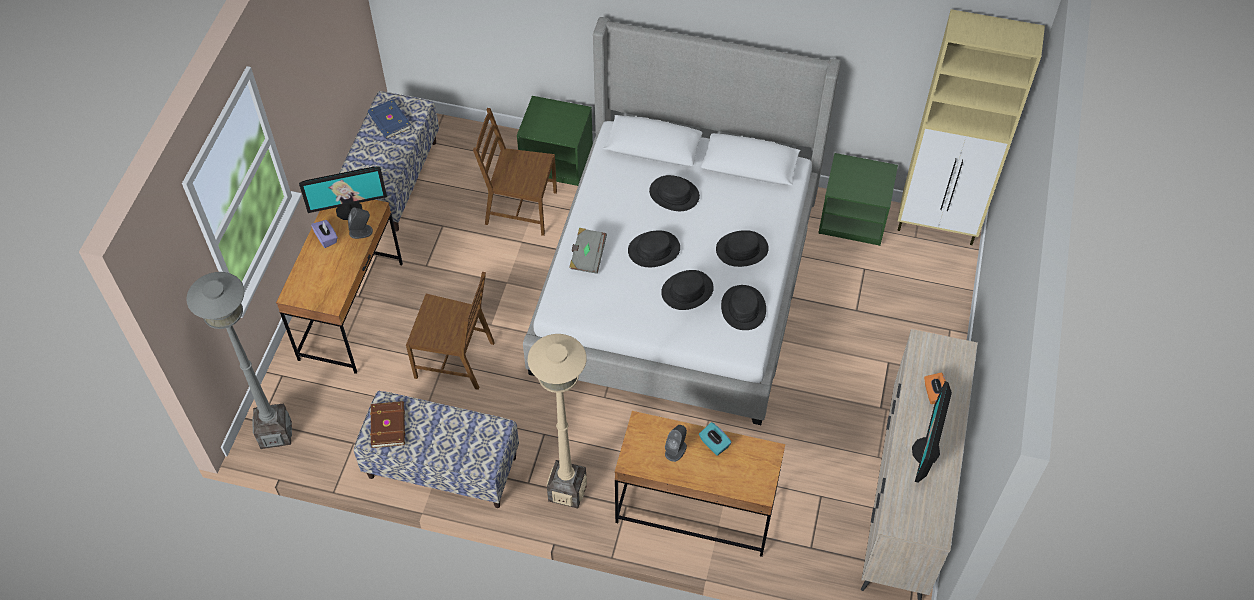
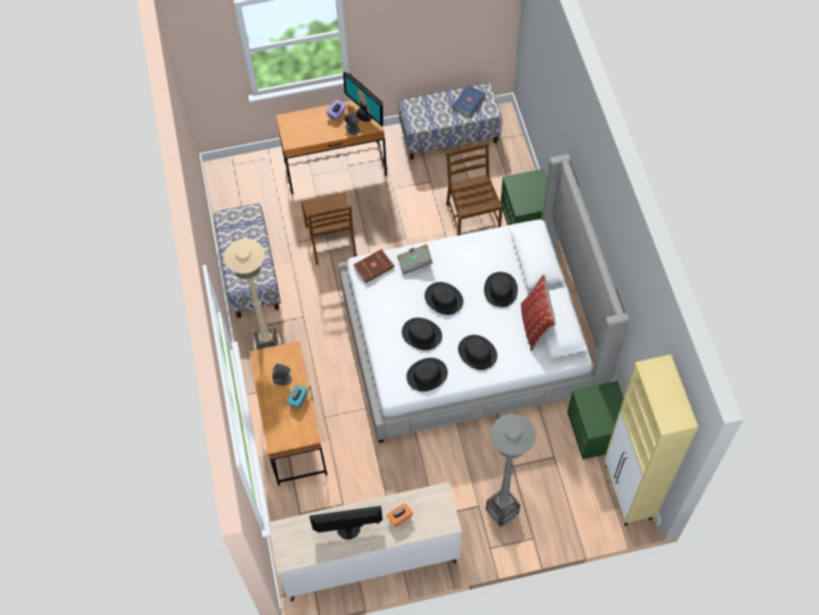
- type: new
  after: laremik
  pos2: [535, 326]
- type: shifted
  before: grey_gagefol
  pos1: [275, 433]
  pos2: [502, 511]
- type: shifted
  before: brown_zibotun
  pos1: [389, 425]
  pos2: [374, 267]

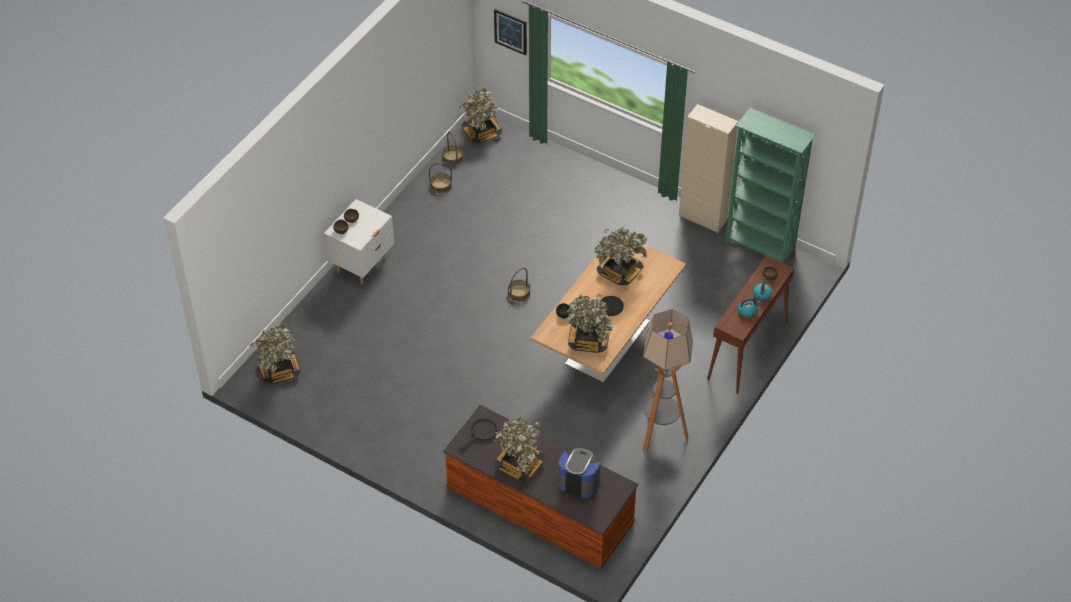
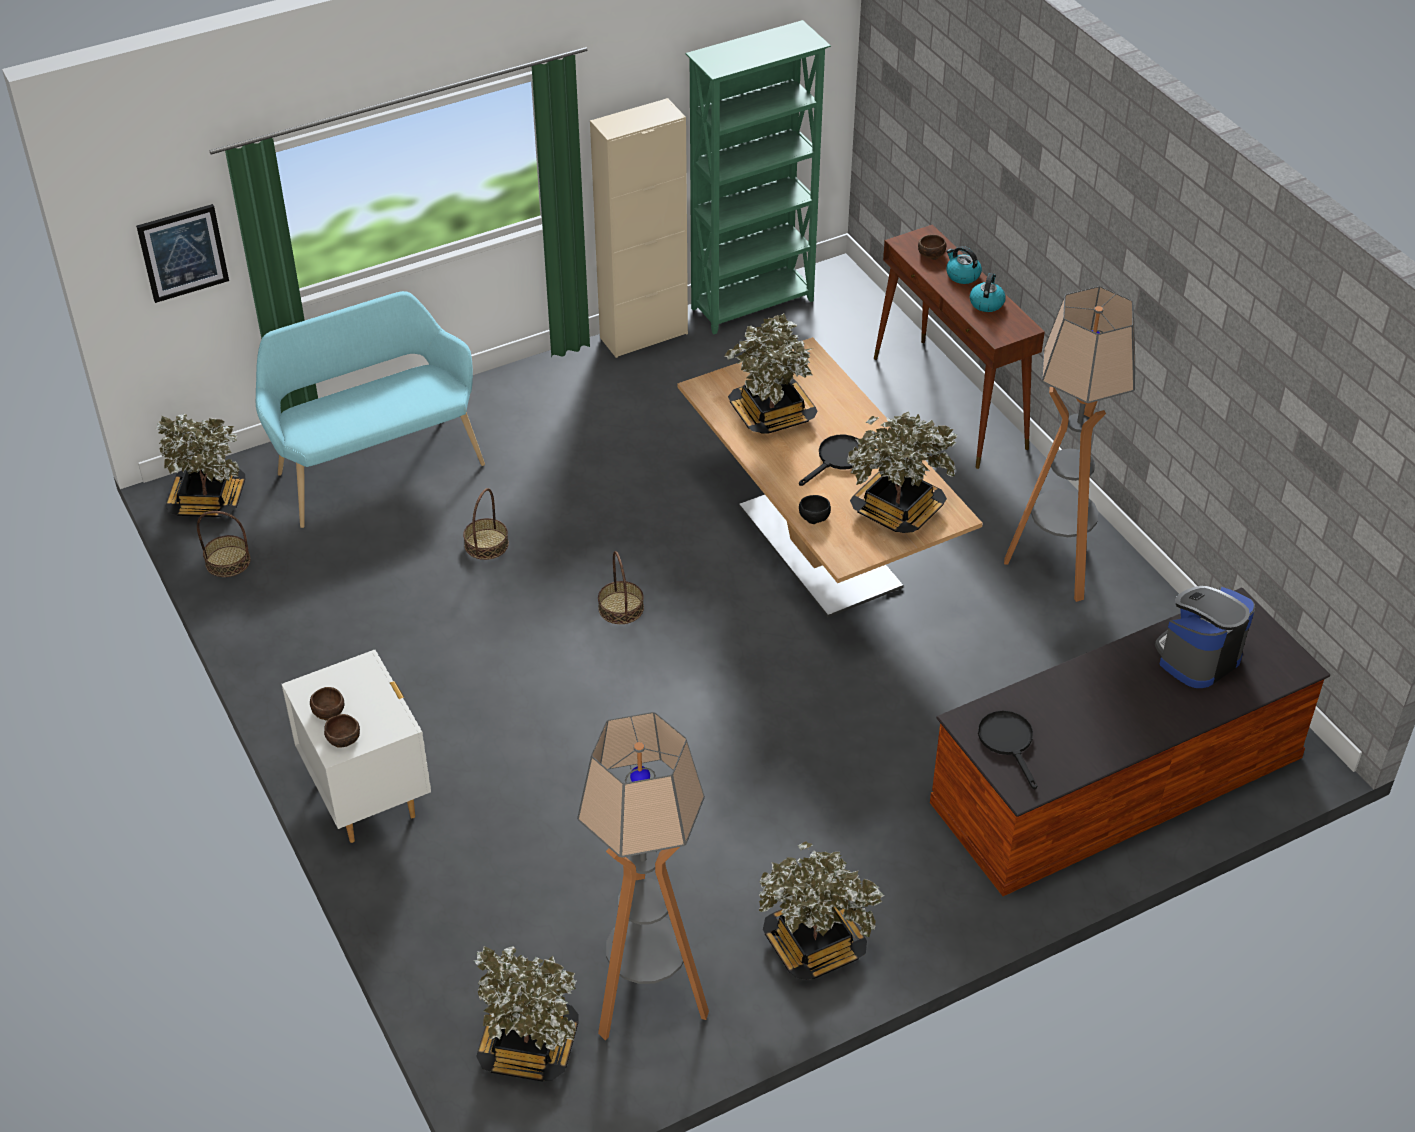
- type: new
  after: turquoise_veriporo
  pos2: [375, 465]
- type: new
  after: gagefol
  pos2: [648, 1000]
- type: shifted
  before: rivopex
  pos1: [441, 185]
  pos2: [486, 544]
- type: shifted
  before: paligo
  pos1: [519, 464]
  pos2: [814, 944]

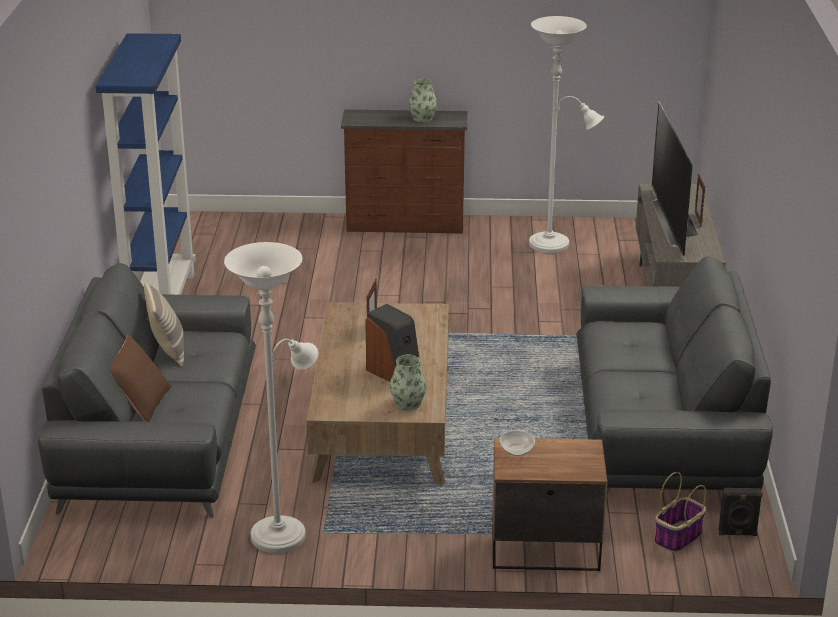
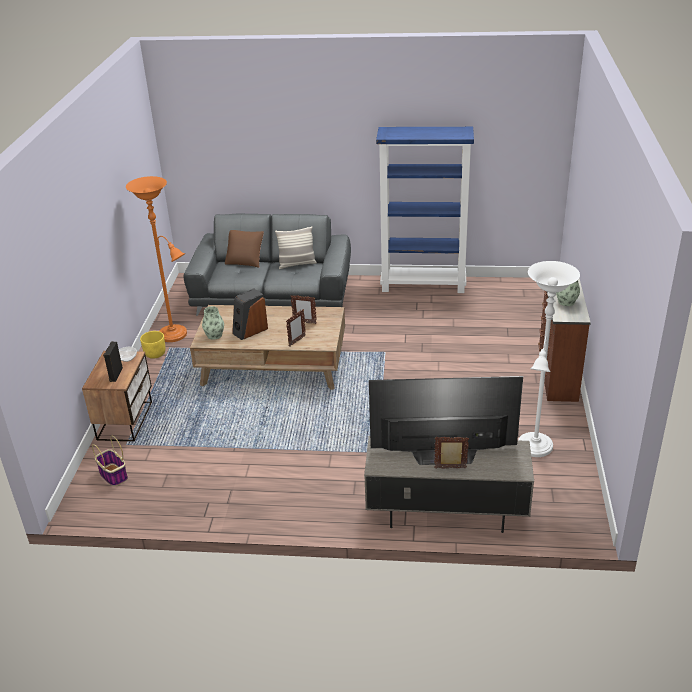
- type: gone
  before: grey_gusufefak
  pos1: [662, 428]
- type: new
  after: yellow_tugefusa
  pos2: [155, 354]
- type: new
  after: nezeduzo
  pos2: [297, 341]
- type: shifted
  before: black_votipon
  pos1: [737, 533]
  pos2: [115, 375]
- type: repainted
  before: white_gagefol
  after: orange_gagefol
  pos1: [282, 532]
  pos2: [175, 335]

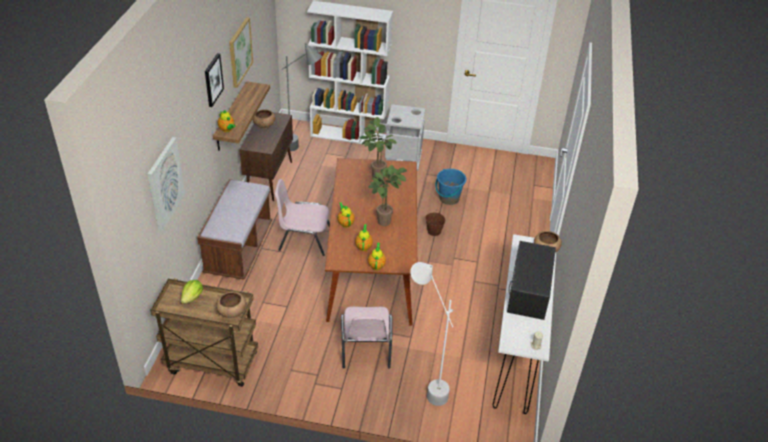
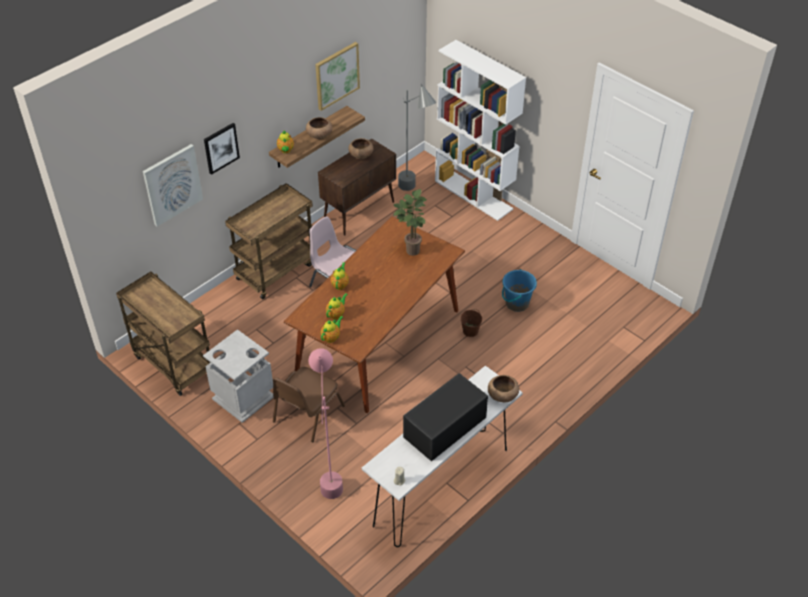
- type: gone
  before: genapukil
  pos1: [193, 297]
- type: gone
  before: paligo
  pos1: [384, 220]
- type: shifted
  before: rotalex
  pos1: [213, 80]
  pos2: [221, 148]
- type: shifted
  before: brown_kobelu
  pos1: [231, 312]
  pos2: [319, 135]
- type: shifted
  before: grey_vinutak
  pos1: [403, 158]
  pos2: [244, 397]
- type: swapped
  before: brown_veriporo
  after: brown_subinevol
  pos1: [238, 249]
  pos2: [276, 270]
- type: repainted
  before: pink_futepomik
  after: brown_futepomik
  pos1: [365, 349]
  pos2: [307, 414]
- type: repainted
  before: white_gagefol
  after: pink_gagefol
  pos1: [425, 385]
  pos2: [330, 473]

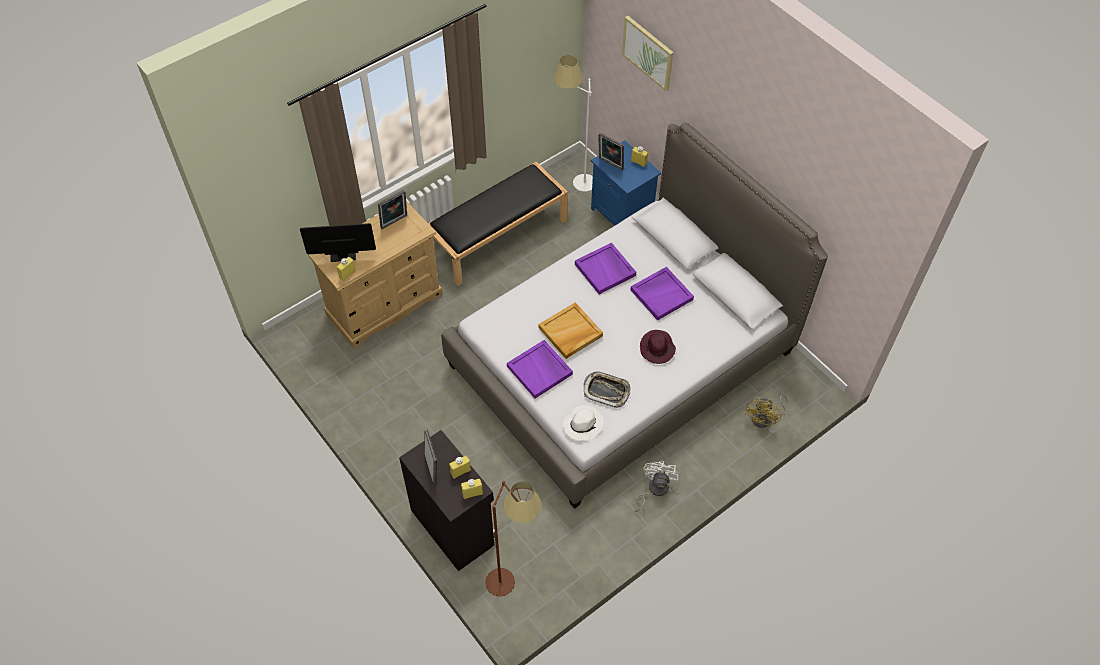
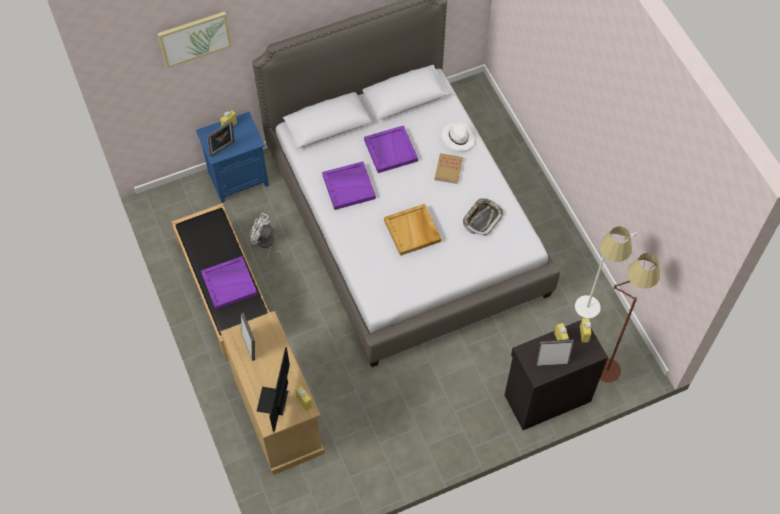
- type: gone
  before: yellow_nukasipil
  pos1: [765, 418]
- type: shifted
  before: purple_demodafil
  pos1: [540, 370]
  pos2: [229, 283]
- type: shifted
  before: white_gagefol
  pos1: [574, 185]
  pos2: [589, 317]
- type: shifted
  before: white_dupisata
  pos1: [583, 424]
  pos2: [457, 137]
- type: shifted
  before: white_nukasipil
  pos1: [654, 490]
  pos2: [266, 245]
- type: swapped
  before: purple_dupisata
  after: zibotun
  pos1: [657, 349]
  pos2: [448, 169]

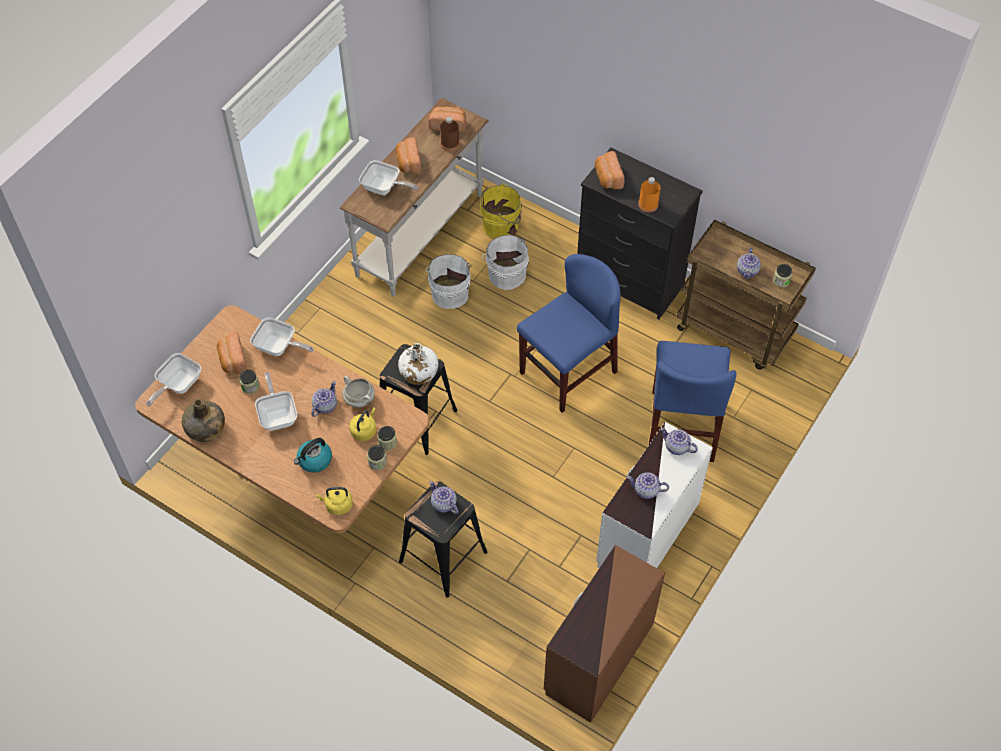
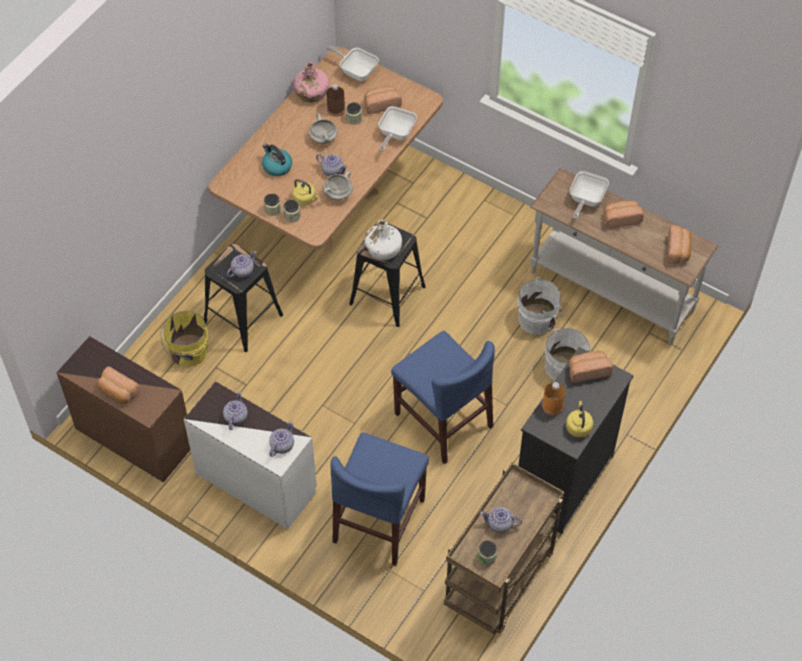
- type: new
  after: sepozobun
  pos2: [118, 392]
- type: shifted
  before: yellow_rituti
  pos1: [337, 505]
  pos2: [578, 426]
- type: shifted
  before: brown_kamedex
  pos1: [450, 144]
  pos2: [336, 109]
- type: shifted
  before: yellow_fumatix
  pos1: [502, 225]
  pos2: [188, 352]
- type: swapped
  before: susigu
  after: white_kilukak
  pos1: [278, 415]
  pos2: [324, 139]
- type: repainted
  before: green_kamedex
  after: pink_kamedex
  pos1: [205, 429]
  pos2: [311, 93]
- type: rotated
  before: blue_futepomik
  pos1: [682, 425]
  pos2: [379, 520]
  turn: -75

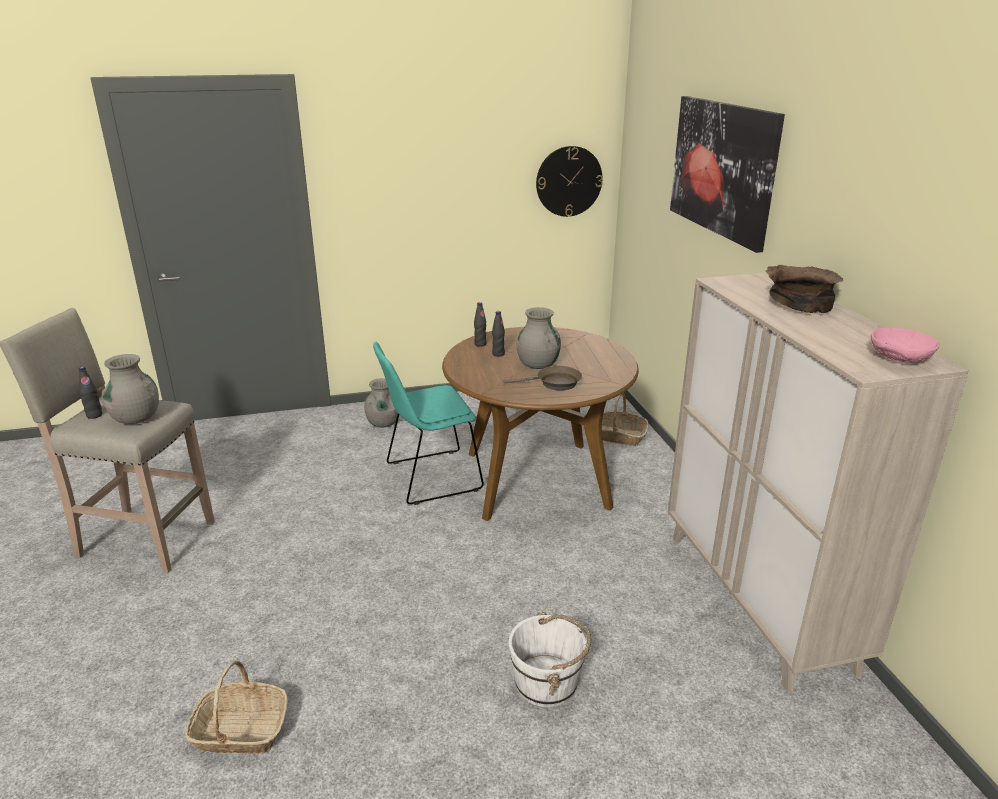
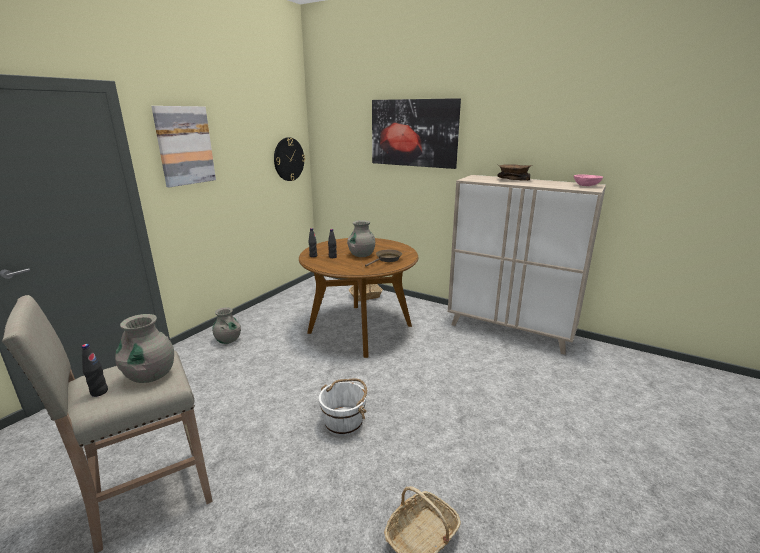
- type: gone
  before: turquoise_futepomik
  pos1: [429, 477]
- type: new
  after: rotalex
  pos2: [184, 146]
- type: shifted
  before: white_fumatix
  pos1: [547, 683]
  pos2: [344, 422]

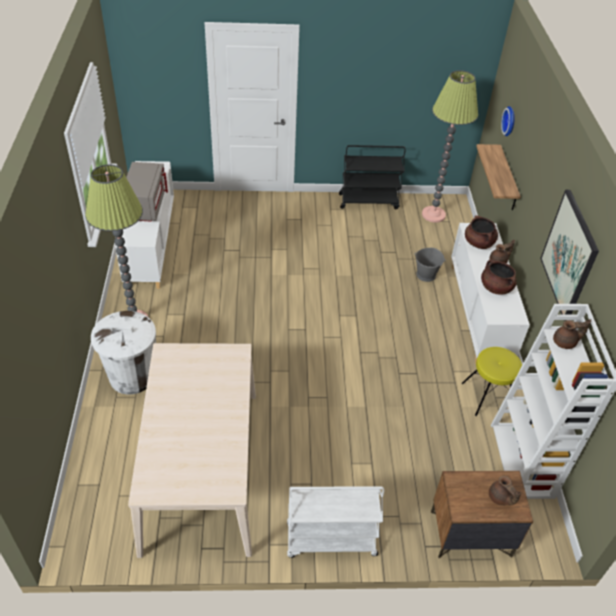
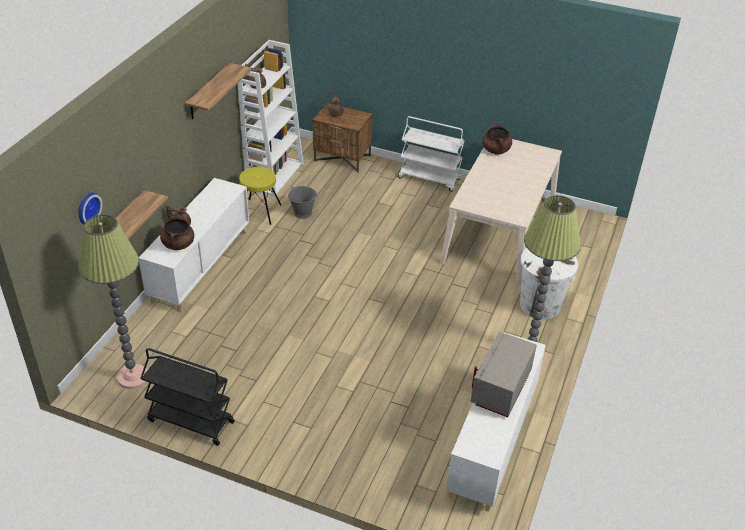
- type: shifted
  before: grey_fumatix
  pos1: [426, 275]
  pos2: [302, 212]
- type: shifted
  before: brown_kilukak
  pos1: [495, 287]
  pos2: [496, 150]
- type: swapped
  before: rotalex
  after: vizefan
  pos1: [569, 255]
  pos2: [209, 92]

